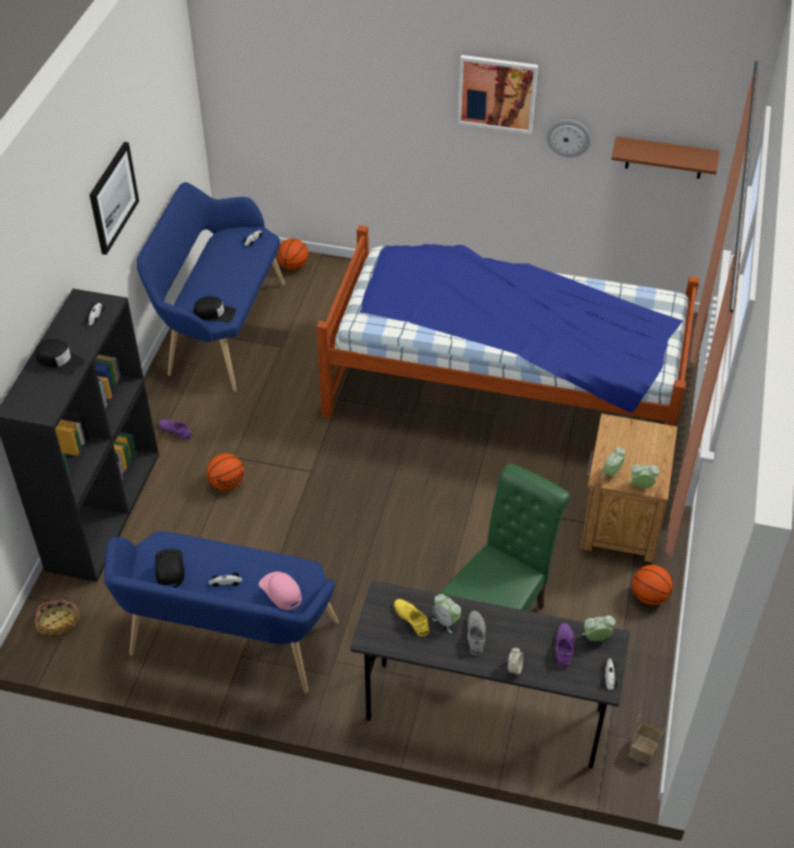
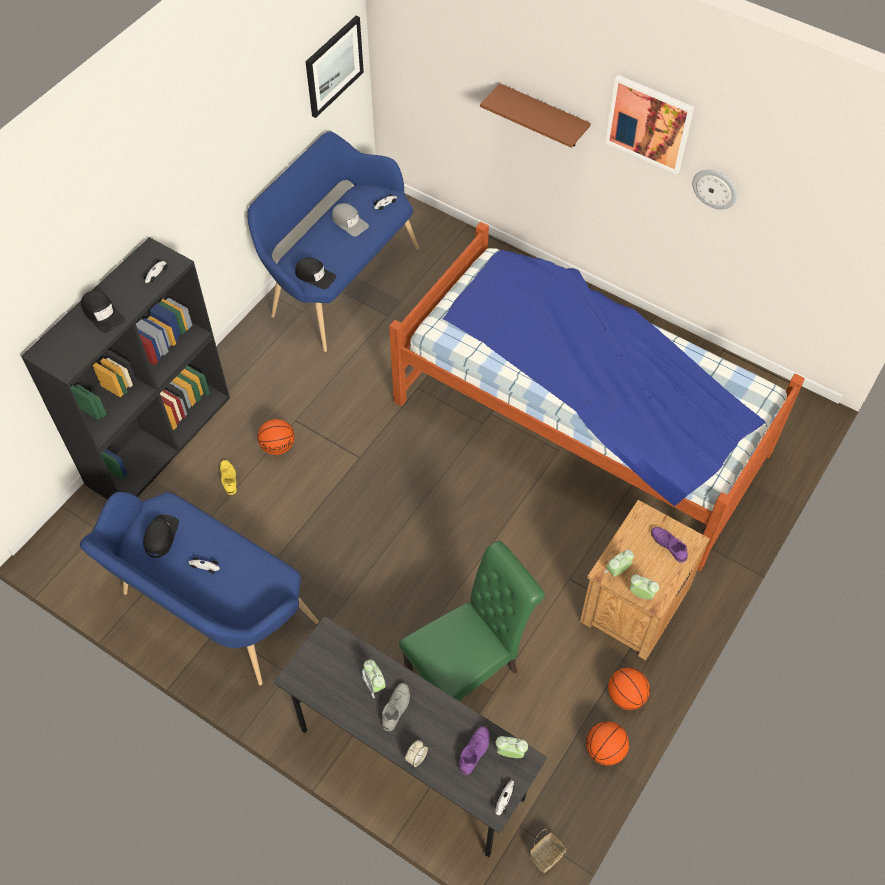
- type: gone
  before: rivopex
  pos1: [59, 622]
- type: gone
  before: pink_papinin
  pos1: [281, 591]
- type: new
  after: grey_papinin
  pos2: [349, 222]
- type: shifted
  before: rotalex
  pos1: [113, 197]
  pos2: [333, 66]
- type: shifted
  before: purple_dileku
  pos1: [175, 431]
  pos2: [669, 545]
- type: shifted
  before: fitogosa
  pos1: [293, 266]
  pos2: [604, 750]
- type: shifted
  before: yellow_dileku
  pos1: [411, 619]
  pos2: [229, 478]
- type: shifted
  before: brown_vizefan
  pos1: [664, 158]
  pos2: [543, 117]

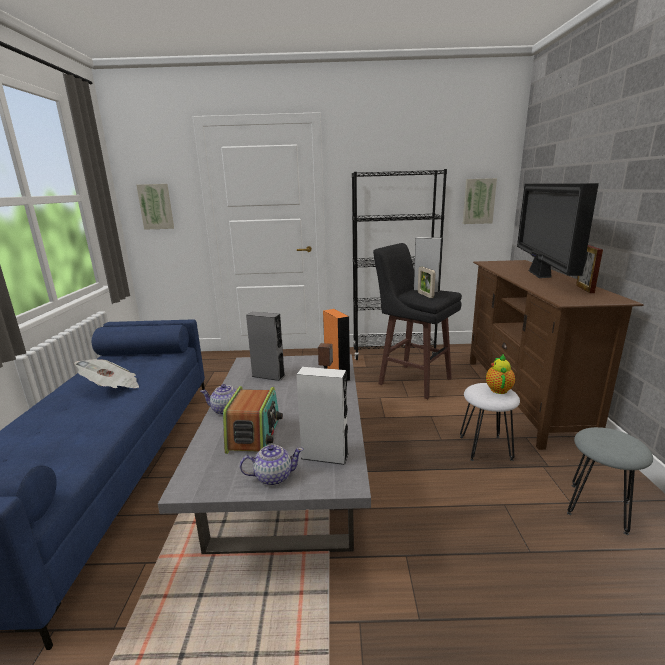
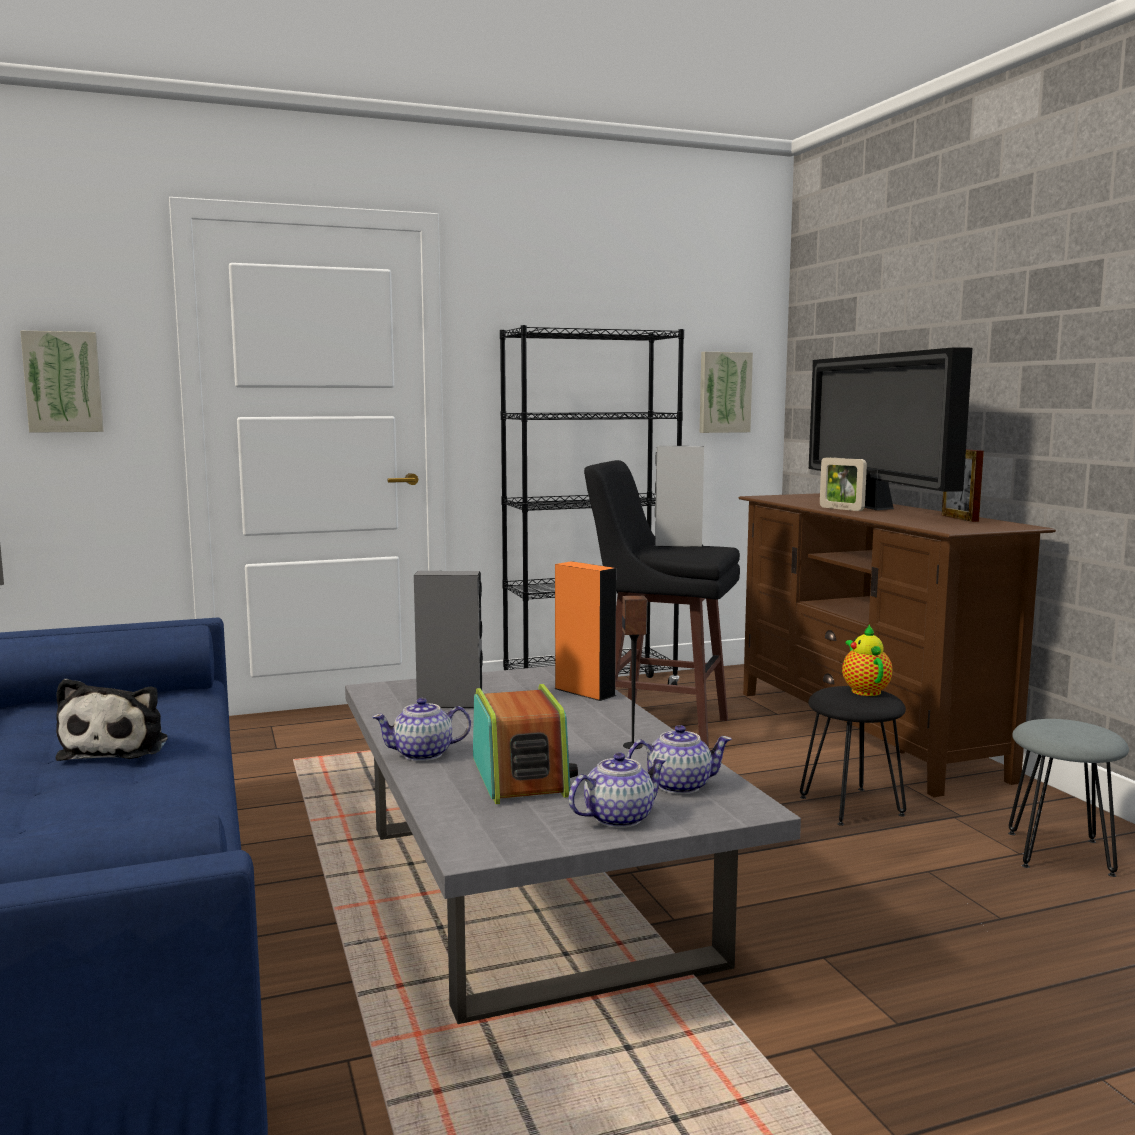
- type: shifted
  before: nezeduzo
  pos1: [425, 295]
  pos2: [841, 509]
- type: swapped
  before: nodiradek
  after: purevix
  pos1: [112, 387]
  pos2: [118, 747]
- type: swapped
  before: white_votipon
  after: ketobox
  pos1: [324, 456]
  pos2: [678, 786]
- type: repainted
  before: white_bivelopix
  after: black_bivelopix
  pos1: [486, 448]
  pos2: [852, 806]

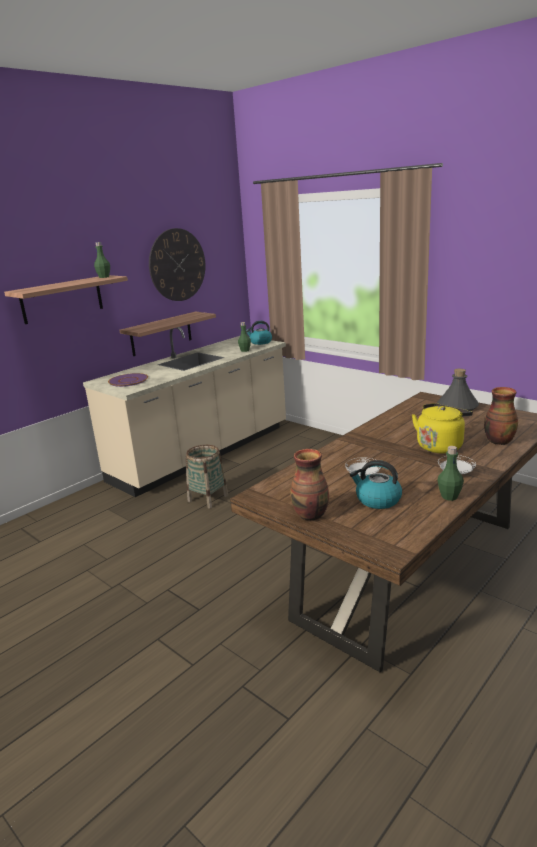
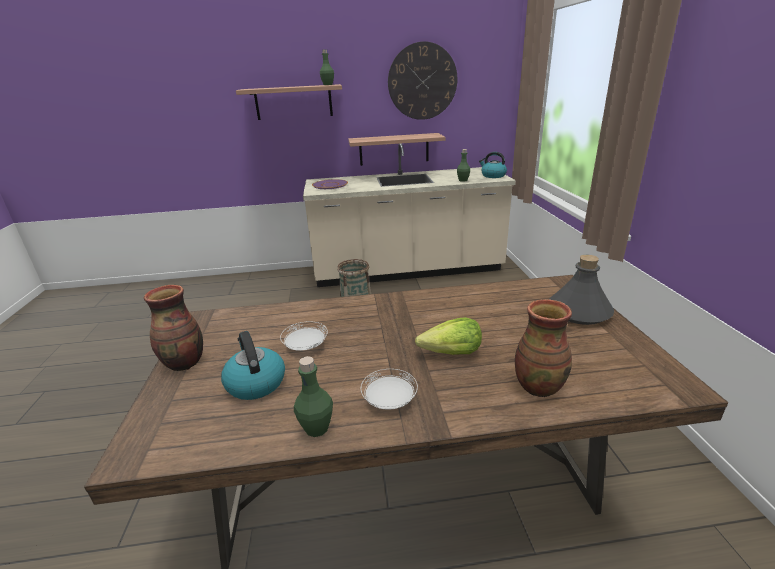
- type: swapped
  before: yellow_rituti
  after: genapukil
  pos1: [440, 445]
  pos2: [451, 353]

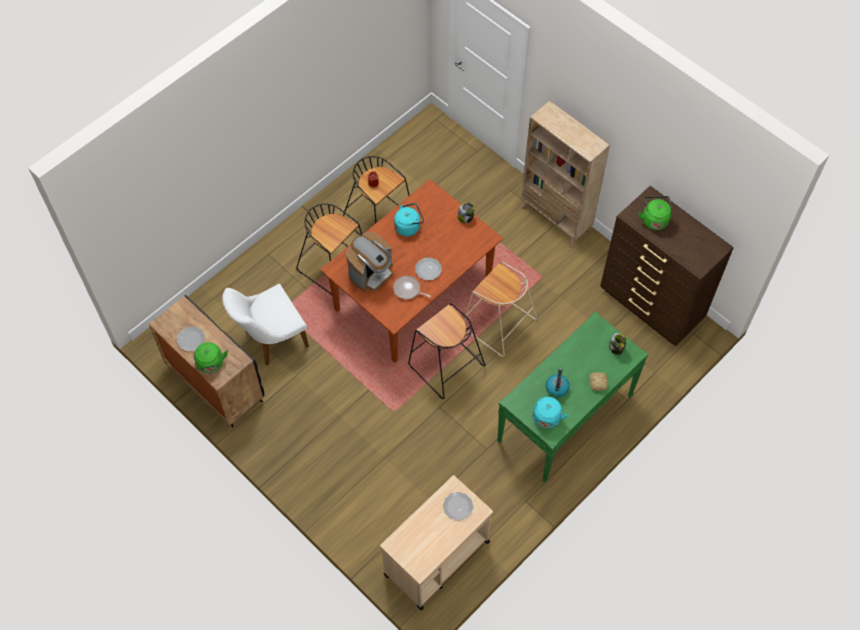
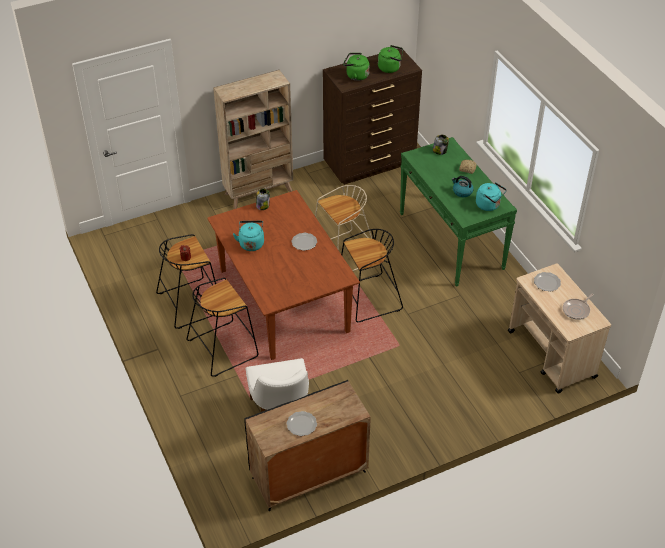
- type: gone
  before: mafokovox
  pos1: [371, 273]
- type: shifted
  before: green_rituti
  pos1: [211, 364]
  pos2: [390, 68]
- type: shifted
  before: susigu
  pos1: [408, 290]
  pos2: [577, 310]

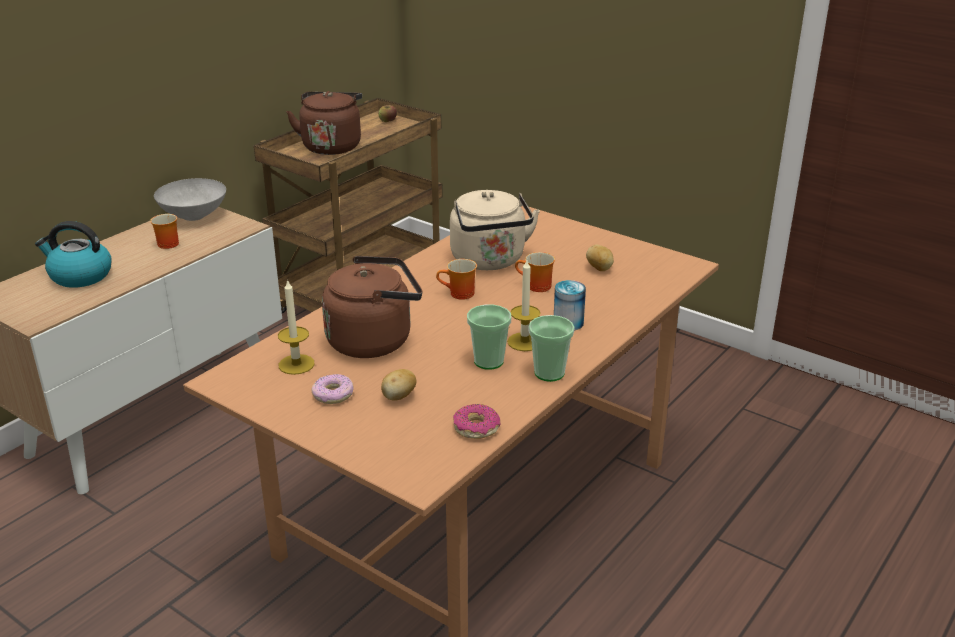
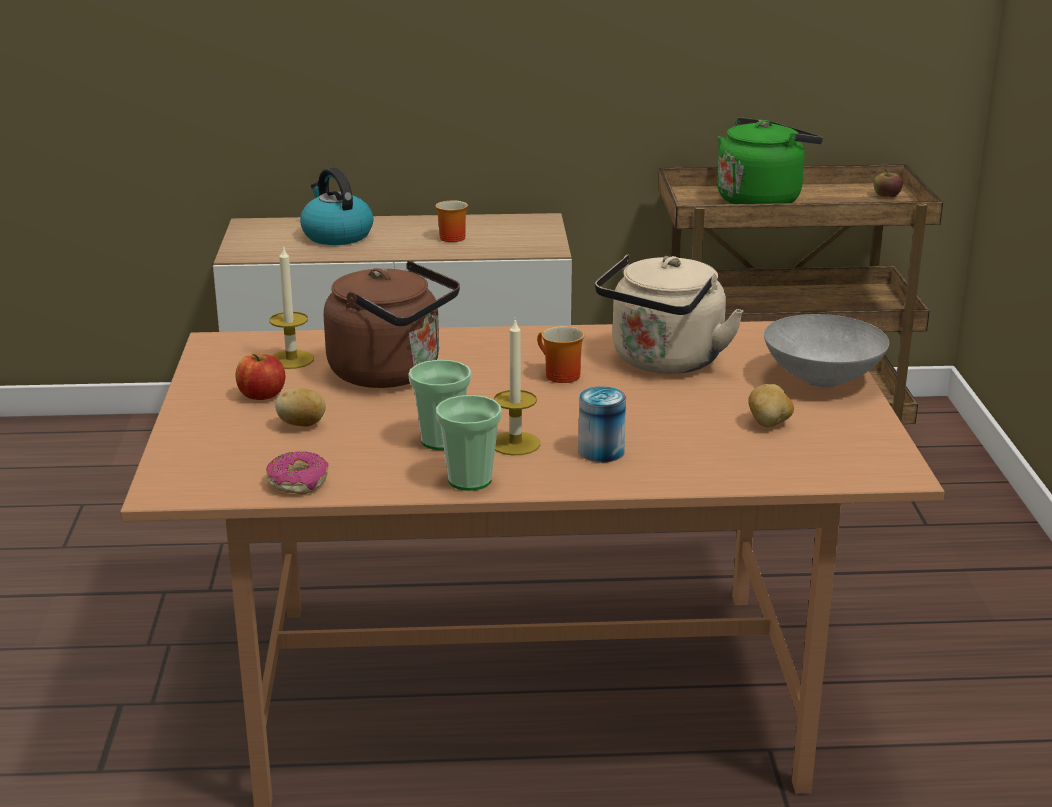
- type: gone
  before: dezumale
  pos1: [535, 287]
- type: shifted
  before: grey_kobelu
  pos1: [193, 215]
  pos2: [823, 378]
- type: swapped
  before: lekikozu
  after: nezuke
  pos1: [333, 395]
  pos2: [262, 395]
- type: repainted
  before: brown_rituti
  after: green_rituti
  pos1: [331, 146]
  pos2: [761, 200]

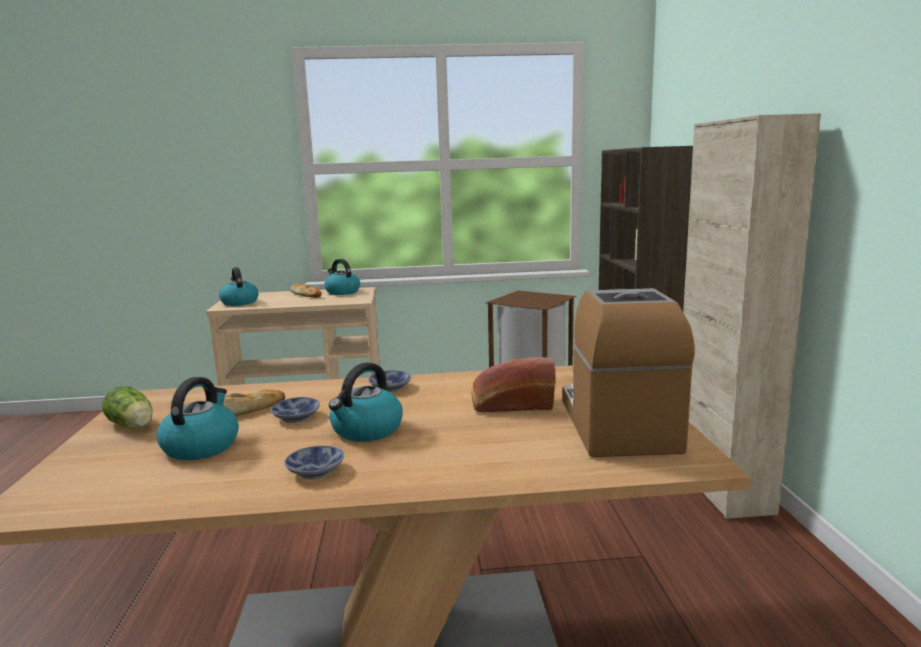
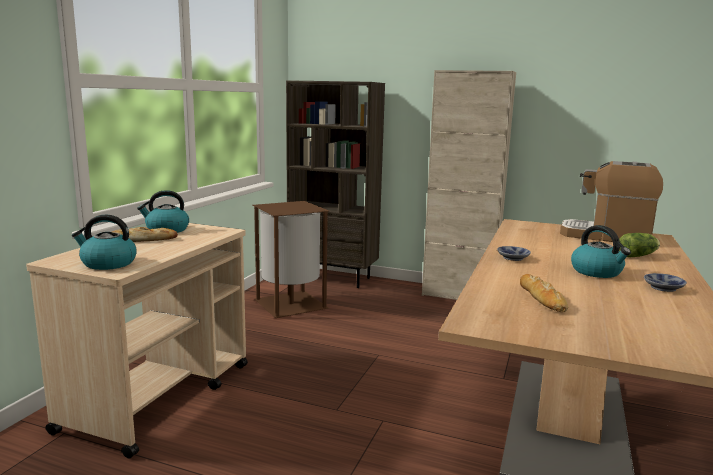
- type: gone
  before: rituti
  pos1: [201, 446]
- type: gone
  before: kobelu
  pos1: [296, 416]
- type: gone
  before: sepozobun
  pos1: [511, 405]
- type: shifted
  before: genapukil
  pos1: [133, 426]
  pos2: [639, 255]

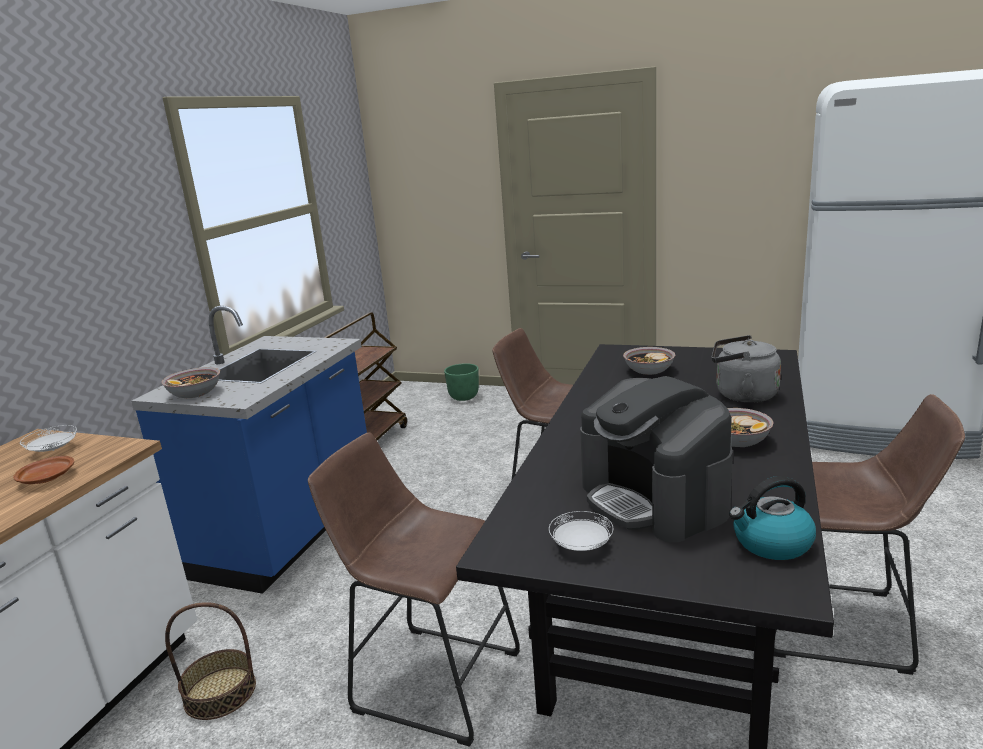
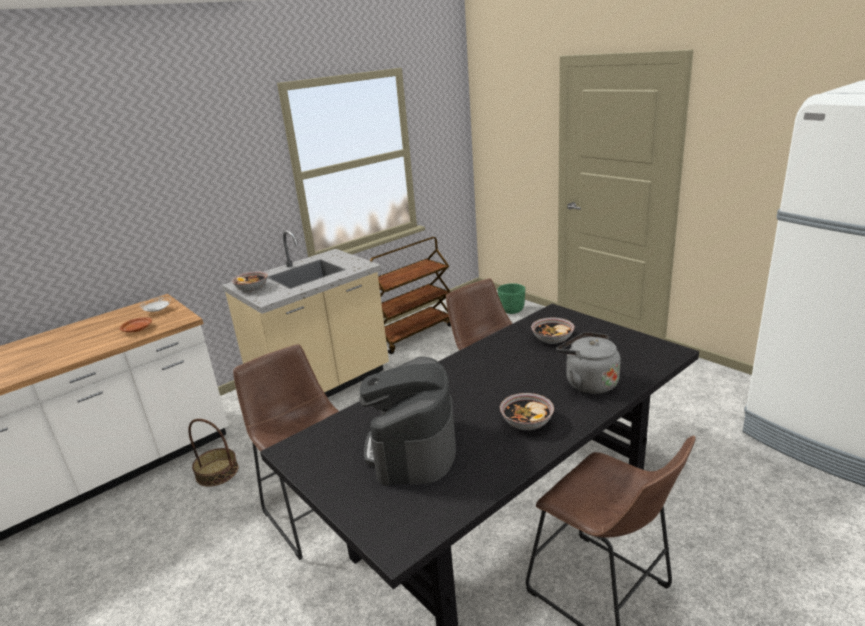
- type: gone
  before: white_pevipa
  pos1: [581, 546]
- type: gone
  before: rituti
  pos1: [771, 543]
- type: repainted
  before: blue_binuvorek
  after: beige_binuvorek
  pos1: [290, 534]
  pos2: [323, 386]

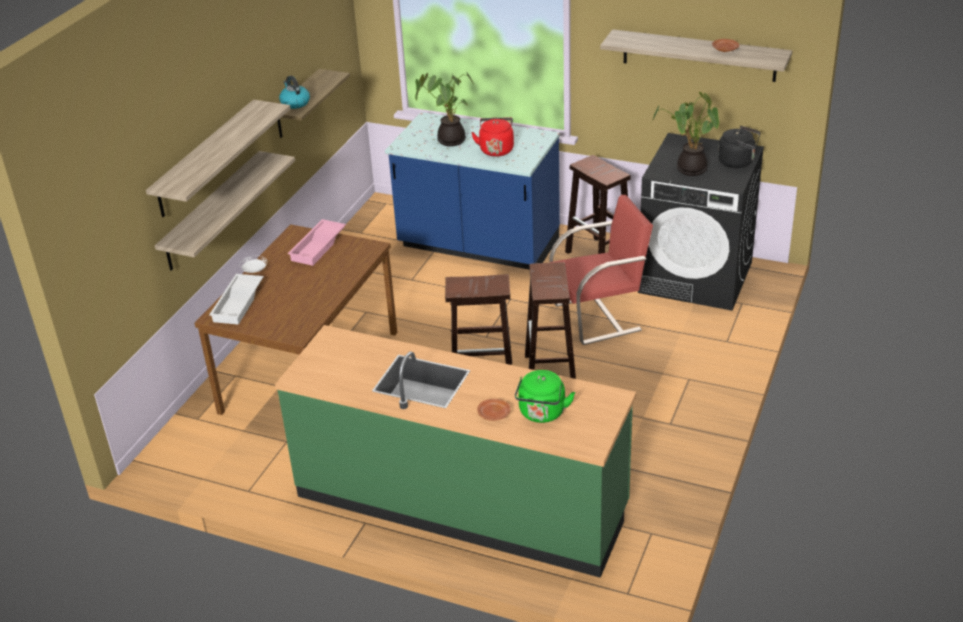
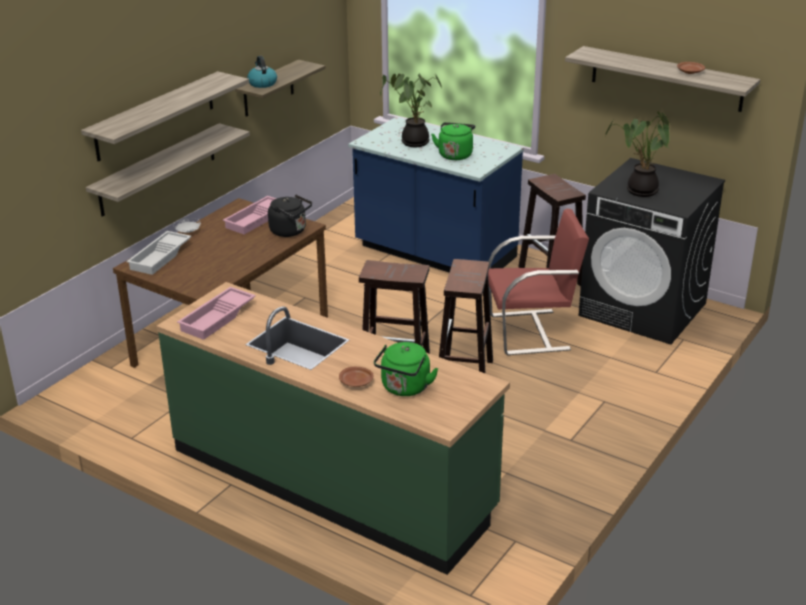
- type: new
  after: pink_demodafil
  pos2: [218, 318]
- type: shifted
  before: black_rituti
  pos1: [738, 162]
  pos2: [290, 231]
- type: repainted
  before: red_rituti
  after: green_rituti
  pos1: [496, 149]
  pos2: [455, 154]

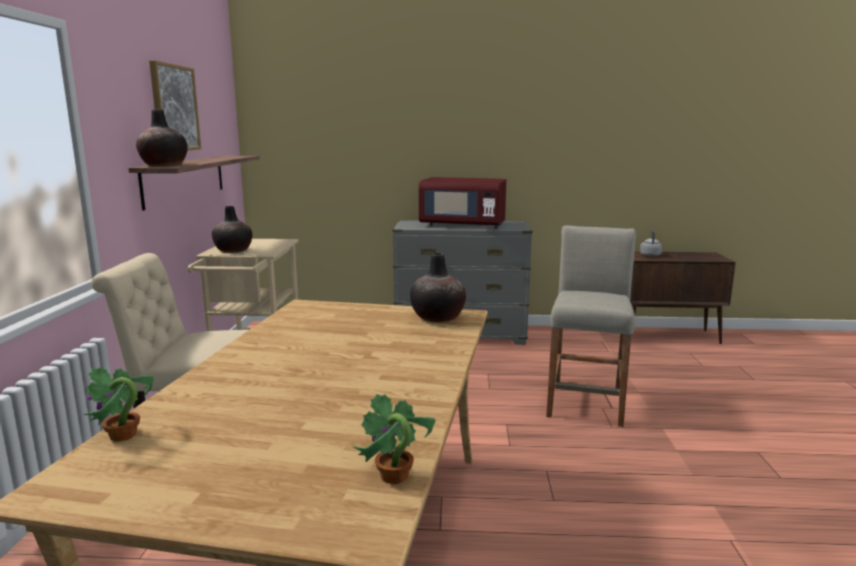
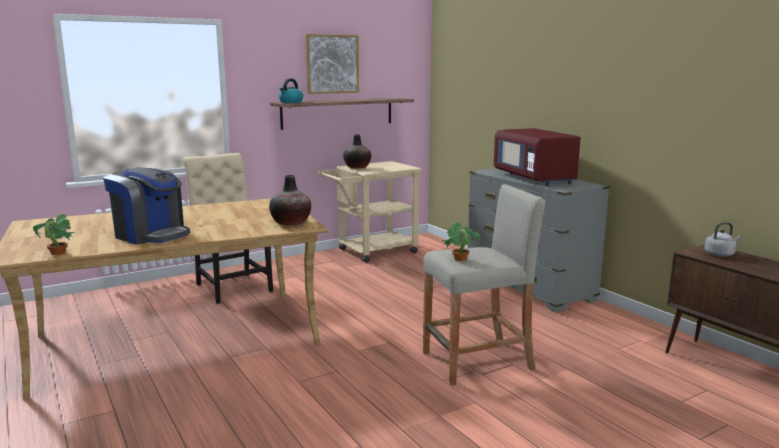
- type: new
  after: mafokovox
  pos2: [151, 235]
- type: shifted
  before: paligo
  pos1: [123, 436]
  pos2: [460, 259]
- type: swapped
  before: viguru
  after: rituti
  pos1: [164, 165]
  pos2: [291, 102]

